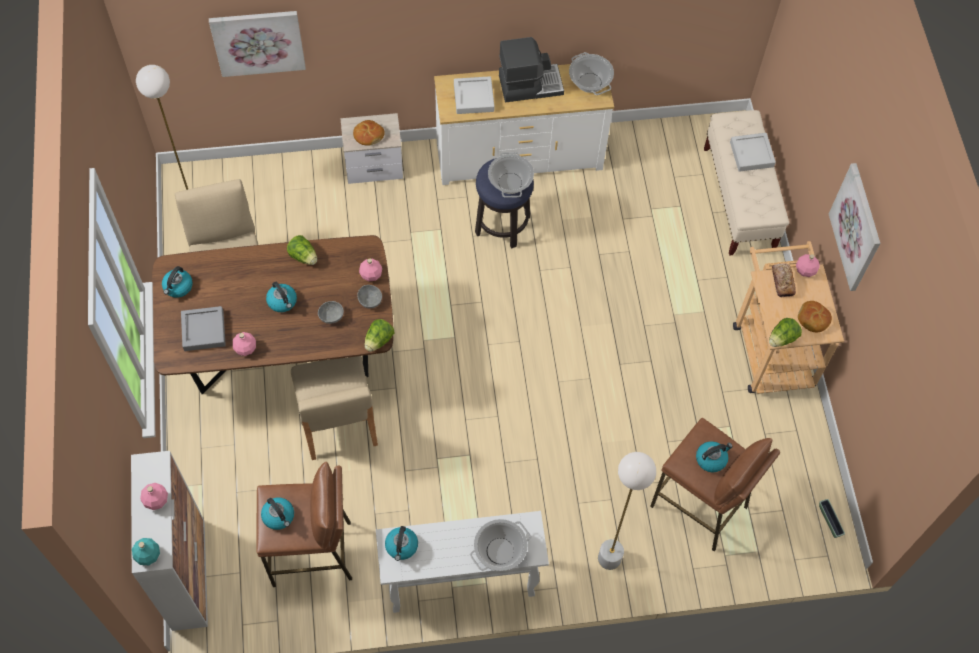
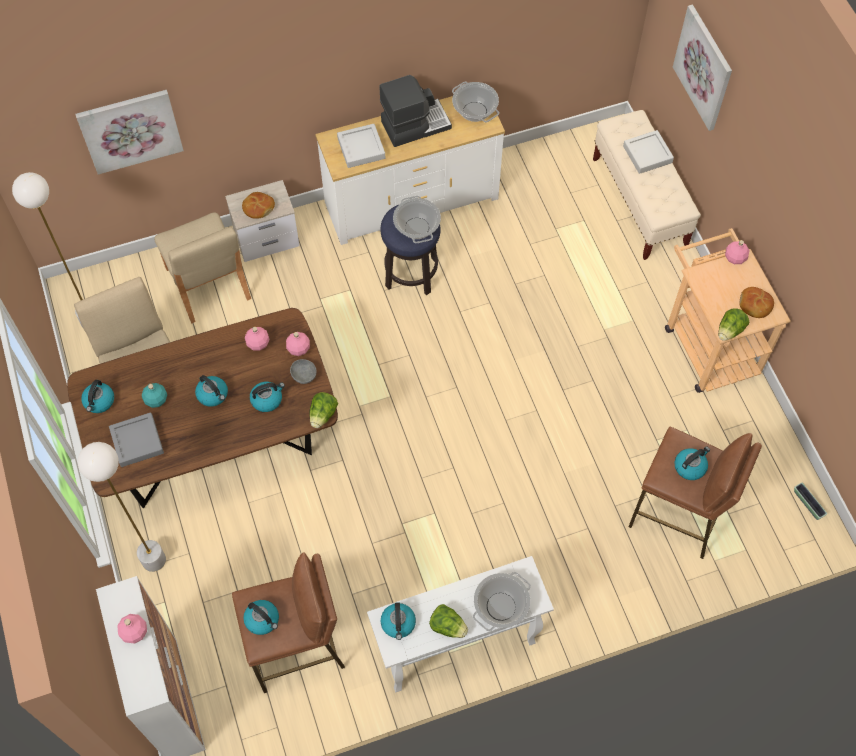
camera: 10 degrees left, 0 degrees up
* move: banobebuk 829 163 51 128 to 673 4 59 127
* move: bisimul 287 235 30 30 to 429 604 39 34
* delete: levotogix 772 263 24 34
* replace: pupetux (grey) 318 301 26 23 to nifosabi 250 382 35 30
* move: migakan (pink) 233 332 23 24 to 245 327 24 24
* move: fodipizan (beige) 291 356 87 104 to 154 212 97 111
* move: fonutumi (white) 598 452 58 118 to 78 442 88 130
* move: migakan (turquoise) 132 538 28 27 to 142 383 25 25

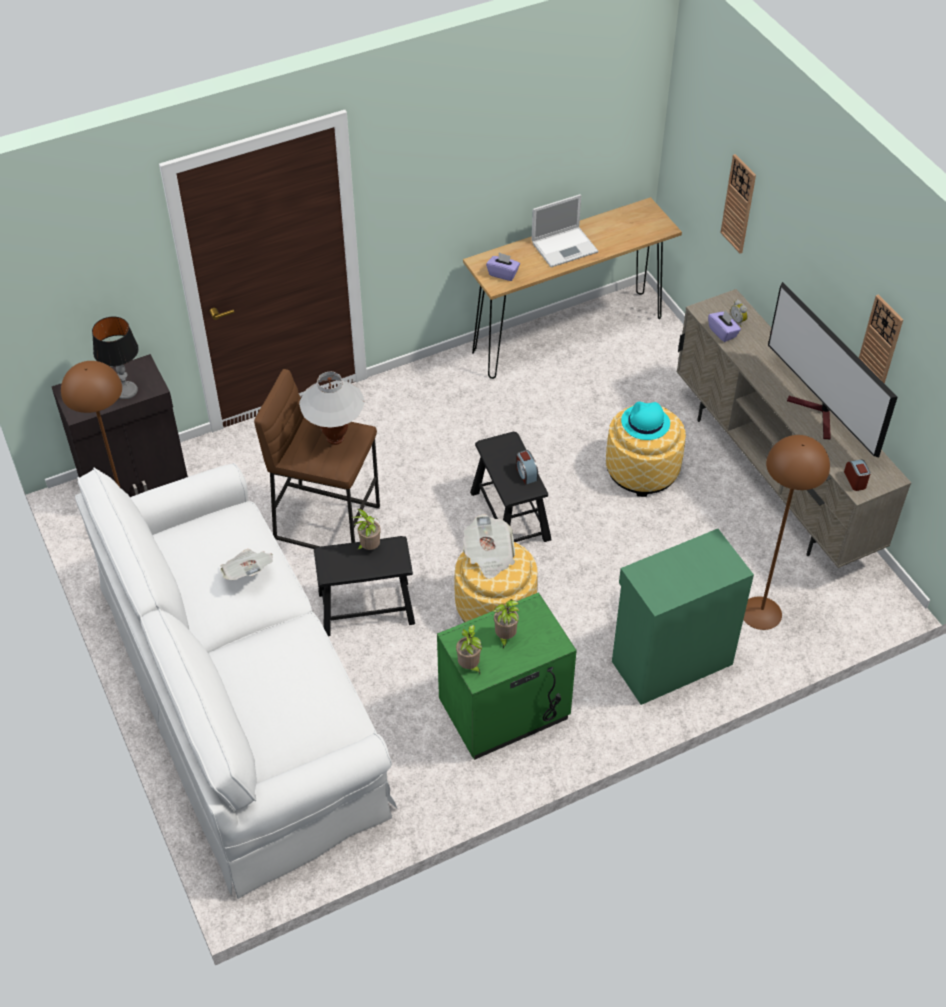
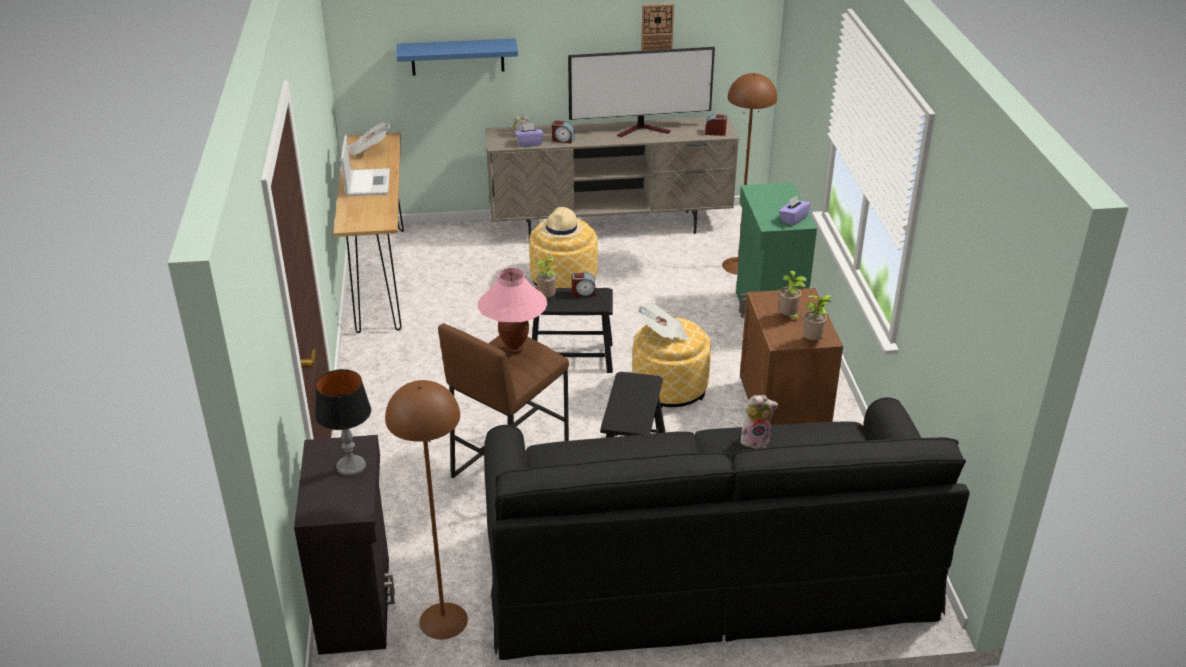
camera: 70 degrees left, 15 degrees down
* replace: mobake 720 154 36 99 to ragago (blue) 396 39 122 37
* move: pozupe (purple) 486 253 34 28 to 779 196 32 29
* recolor: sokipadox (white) 299 372 66 73 to sokipadox (pink) 478 268 69 86
* recolor: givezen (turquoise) 621 402 49 38 to givezen (beige) 540 207 43 31
* recolor: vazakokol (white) 75 463 322 436 to vazakokol (black) 484 397 486 263
* move: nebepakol 351 509 30 41 to 534 257 23 43
* move: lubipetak 220 549 53 31 to 348 122 42 34
* recolor: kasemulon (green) 437 592 140 168 to kasemulon (brown) 740 288 103 137
* insert: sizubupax 552 120 22 24
* insert: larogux 740 395 38 53

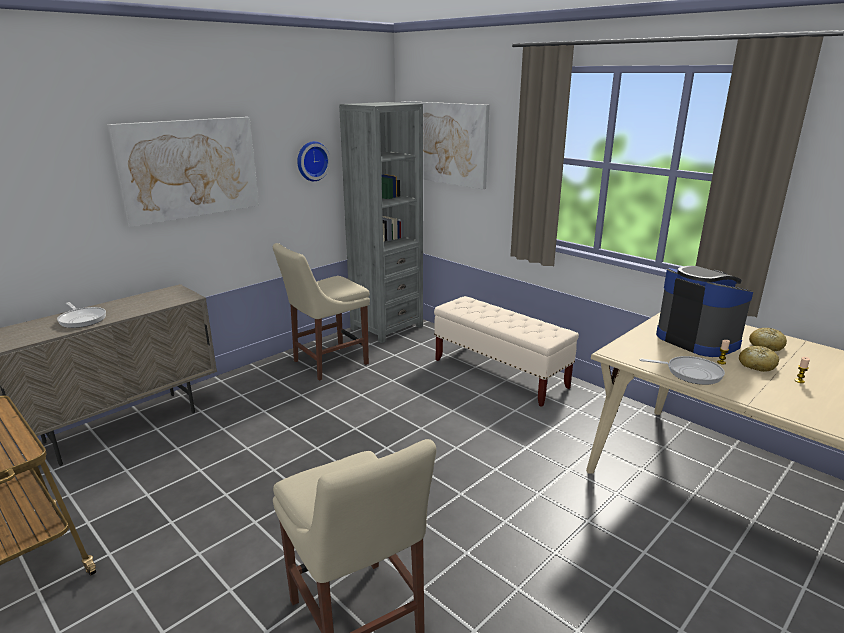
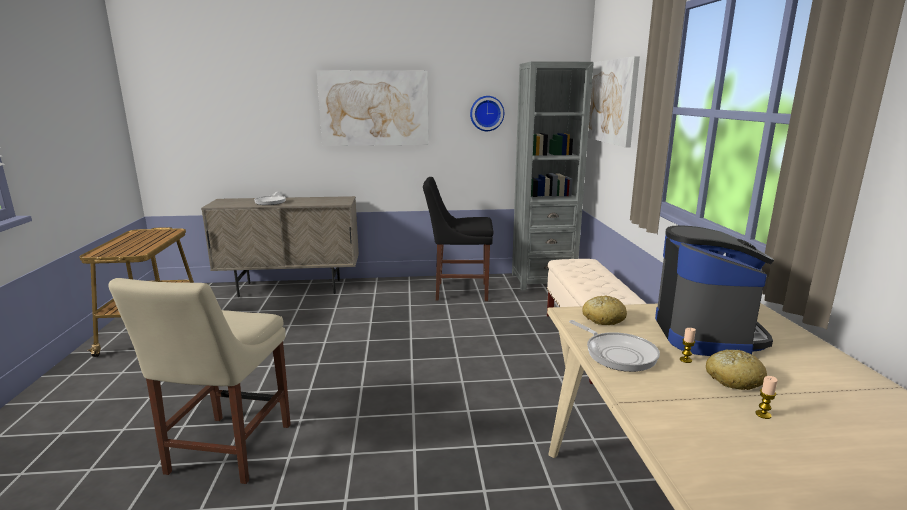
camera: 40 degrees right, 5 degrees down
* recolor: fodipizan (beige) 273 243 97 138 to fodipizan (black) 423 177 70 124
* move: levotogix 749 328 38 23 to 582 295 45 30

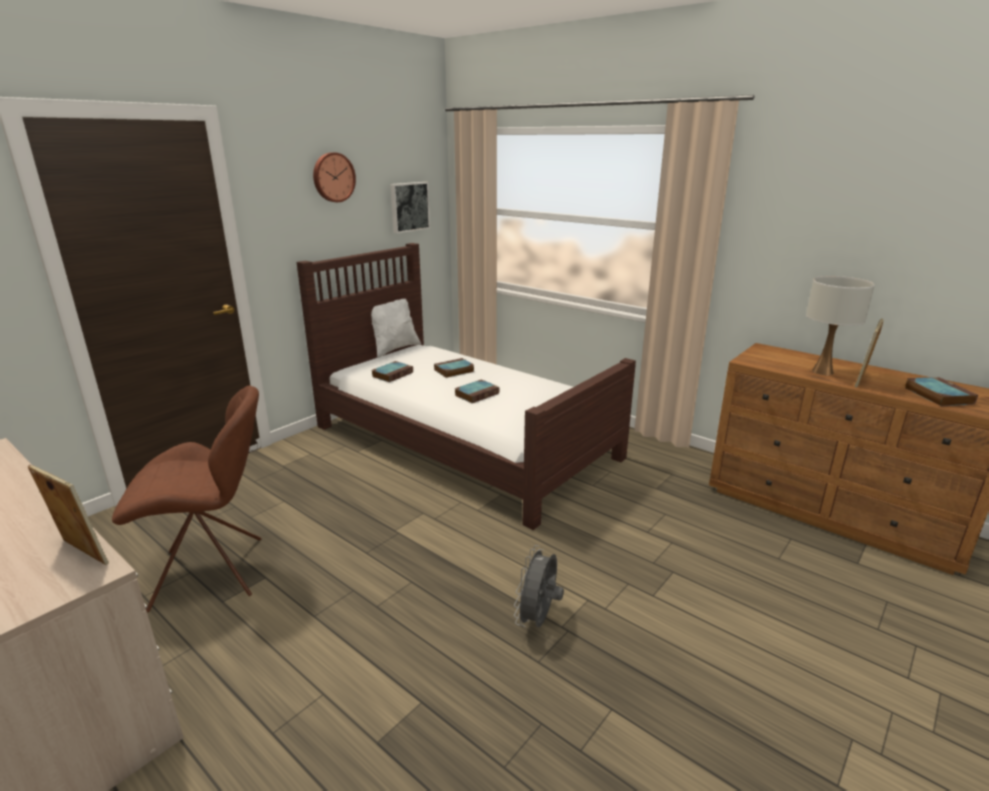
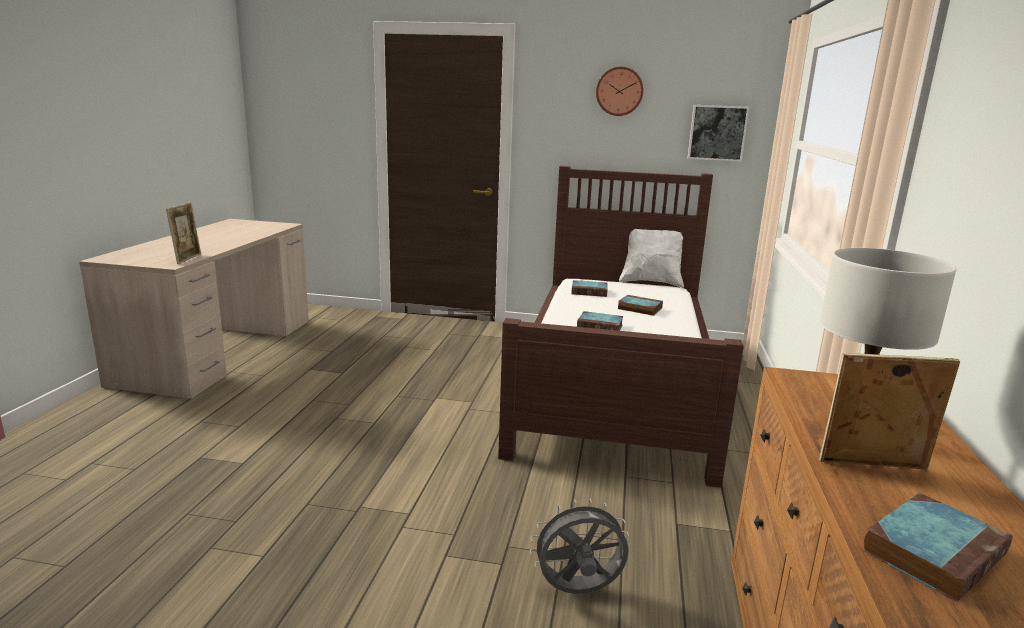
camera: 60 degrees right, 5 degrees down
* delete: fodipizan (brown) 112 386 149 226
* move: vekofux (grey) 514 545 50 82 to 530 499 99 95

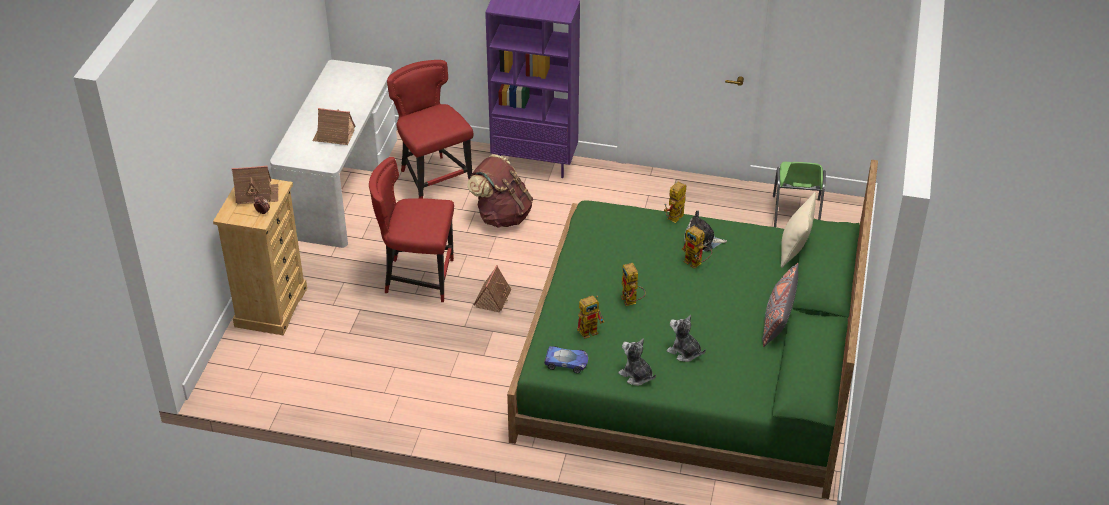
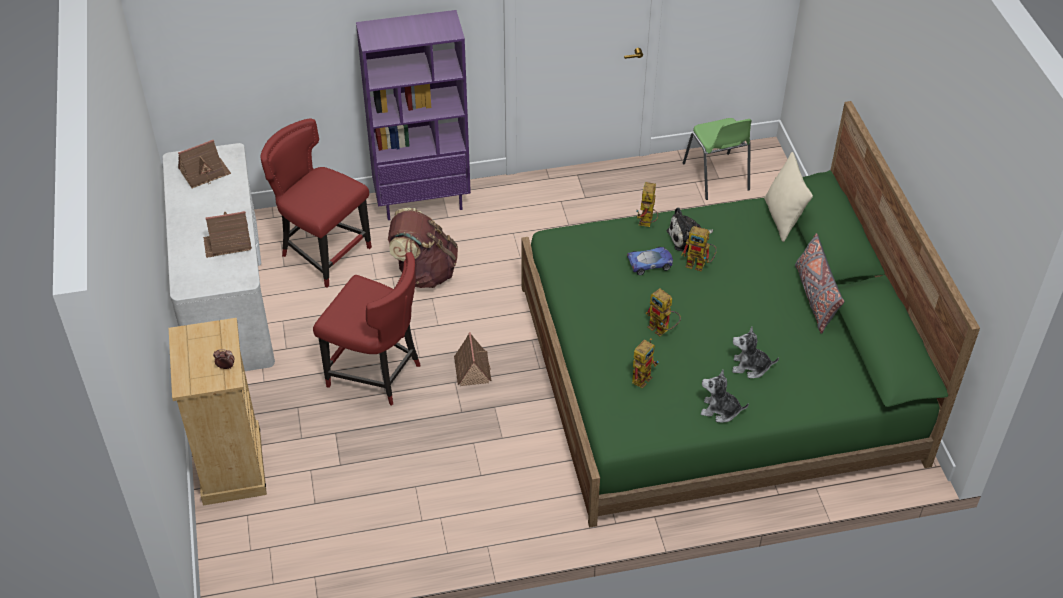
camera: 25 degrees left, 5 degrees up
* rotate: fodipizan (red) 369 157 85 145 = 313 252 107 154 135 degrees counterclockwise
* move: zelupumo 232 165 46 39 to 178 140 53 49
* move: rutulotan 544 346 44 27 to 627 247 46 28

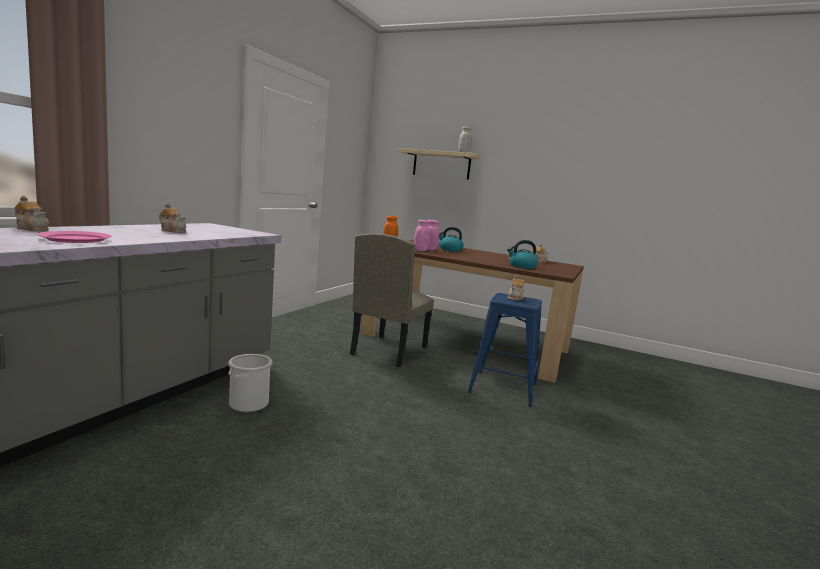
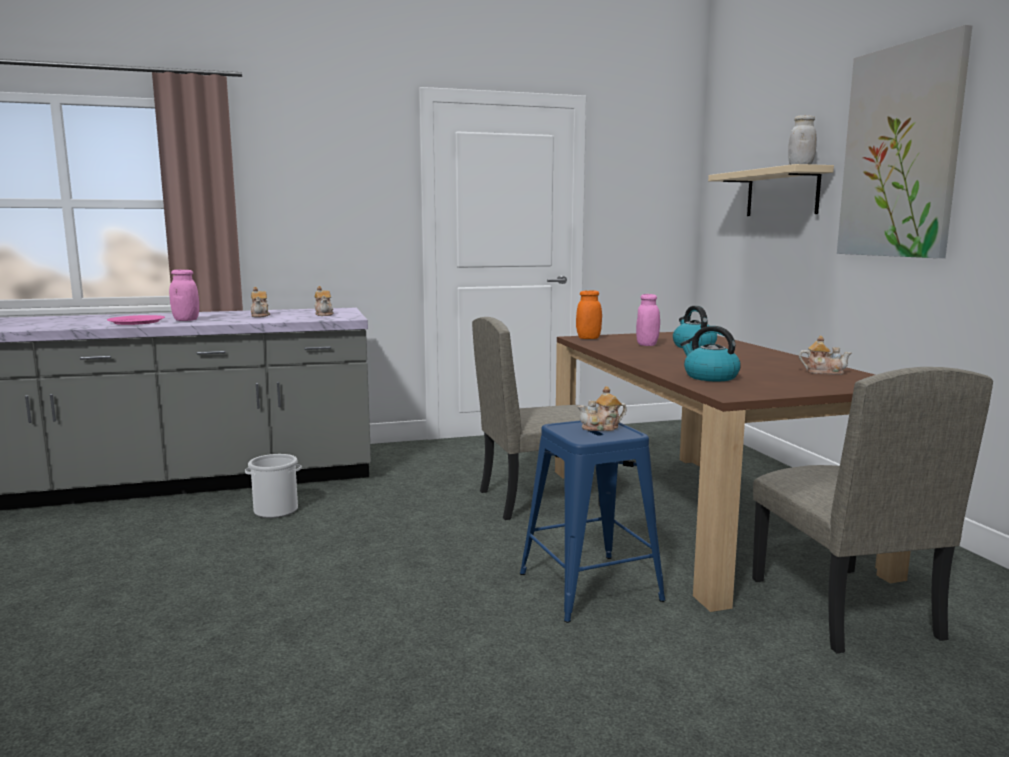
camera: 50 degrees right, 0 degrees up
* move: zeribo 14 196 35 35 to 315 286 19 30
* move: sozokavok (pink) 414 220 16 31 to 169 269 30 52
* insert: banobebuk 837 25 135 233
* insert: fodipizan (beige) 752 367 241 286

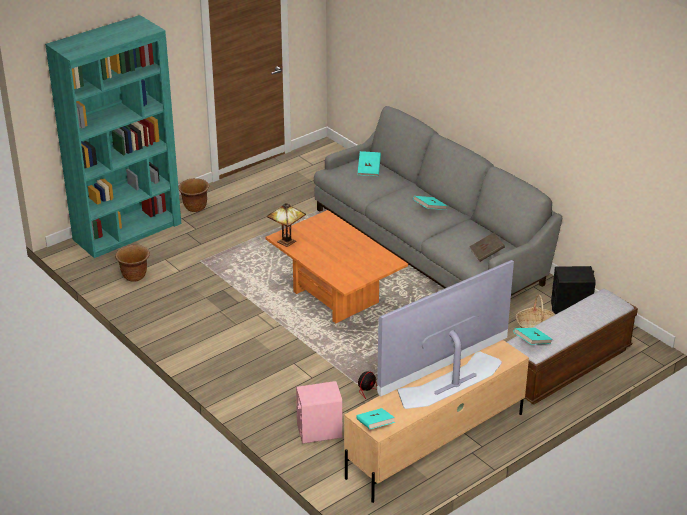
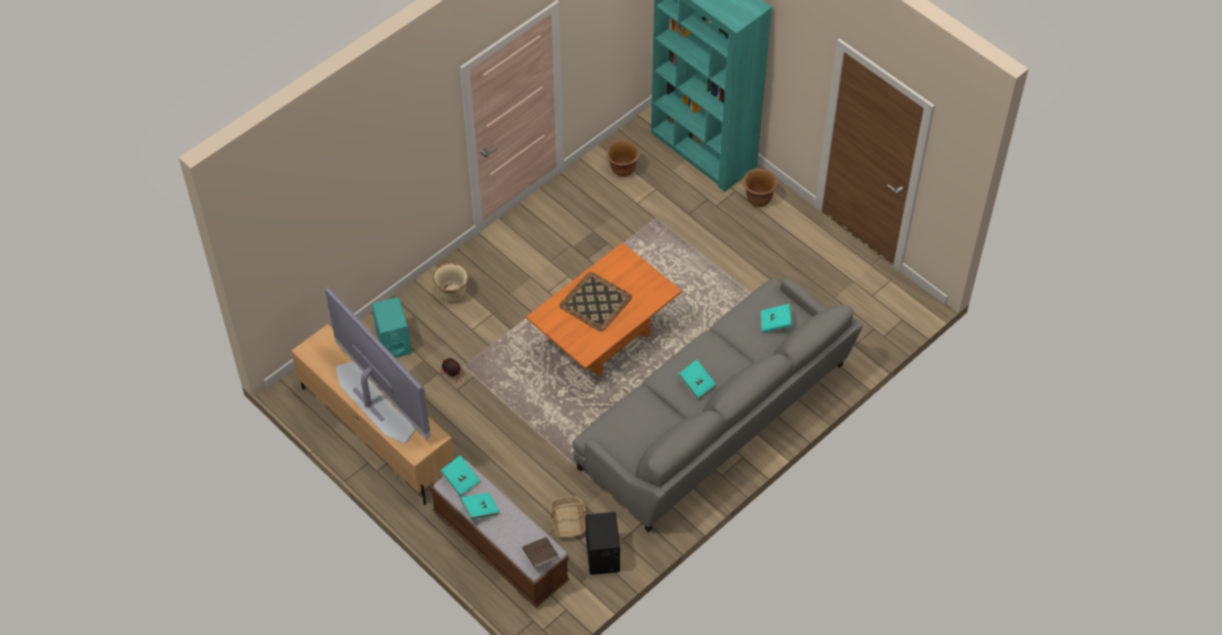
camera: 85 degrees right, 20 degrees up
* delete: sokipadox 267 203 39 44
* move: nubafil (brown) 469 232 36 30 to 522 537 37 31
* recolor: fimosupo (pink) 296 381 46 63 to fimosupo (turquoise) 372 297 40 61
* move: nubafil (turquoise) 356 408 39 21 to 460 493 40 27
* insert: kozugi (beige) 433 263 36 39
* insert: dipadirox 559 272 73 59

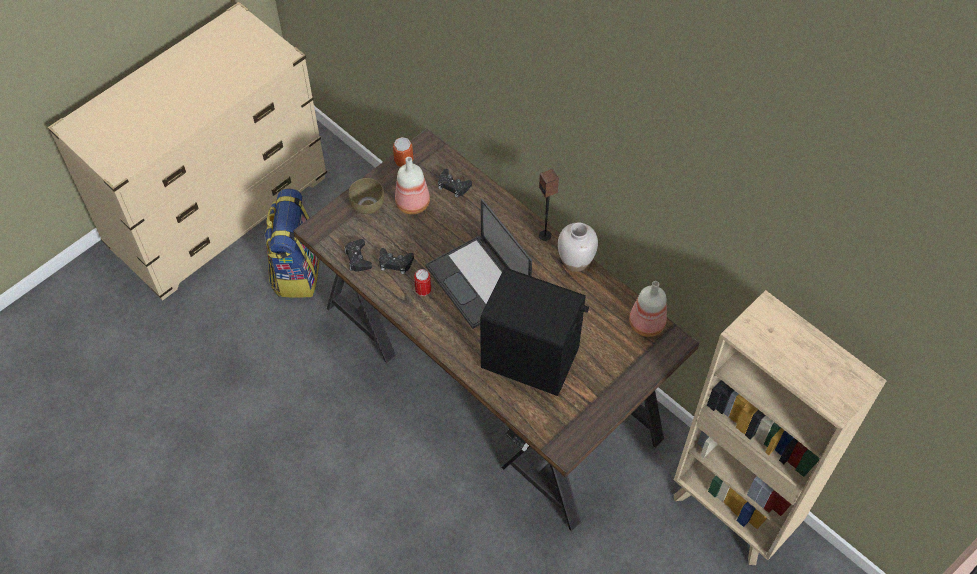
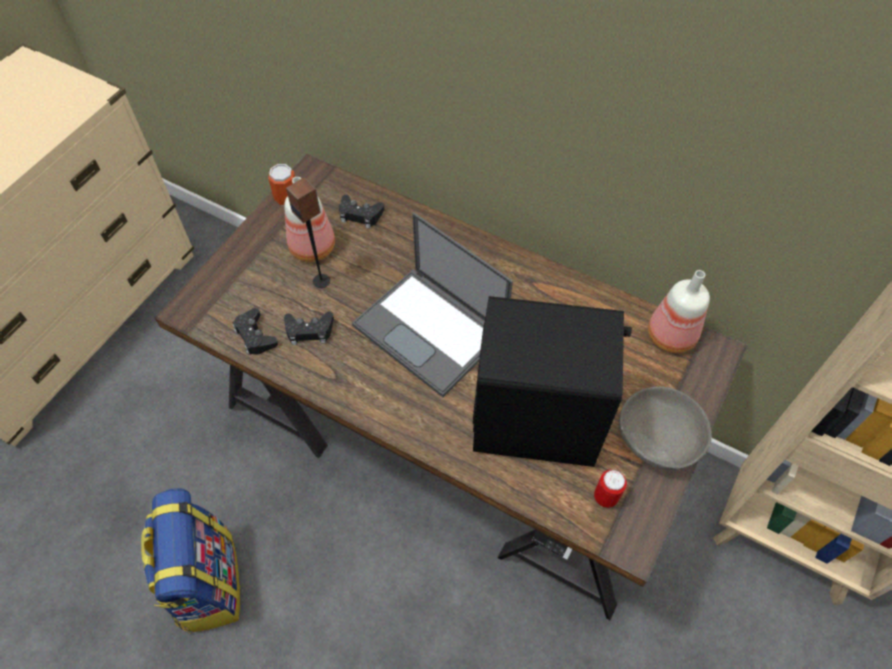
camera: 15 degrees left, 0 degrees up
* move: fimosupo 539 169 20 72 to 286 178 44 110
* delete: pupetux (brown) 349 178 35 36
* move: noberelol 264 189 56 109 to 141 488 99 146
* delete: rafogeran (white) 558 222 40 50
* move: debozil 414 269 17 27 to 594 470 33 38
* insert: pupetux (grey) 619 387 93 83

